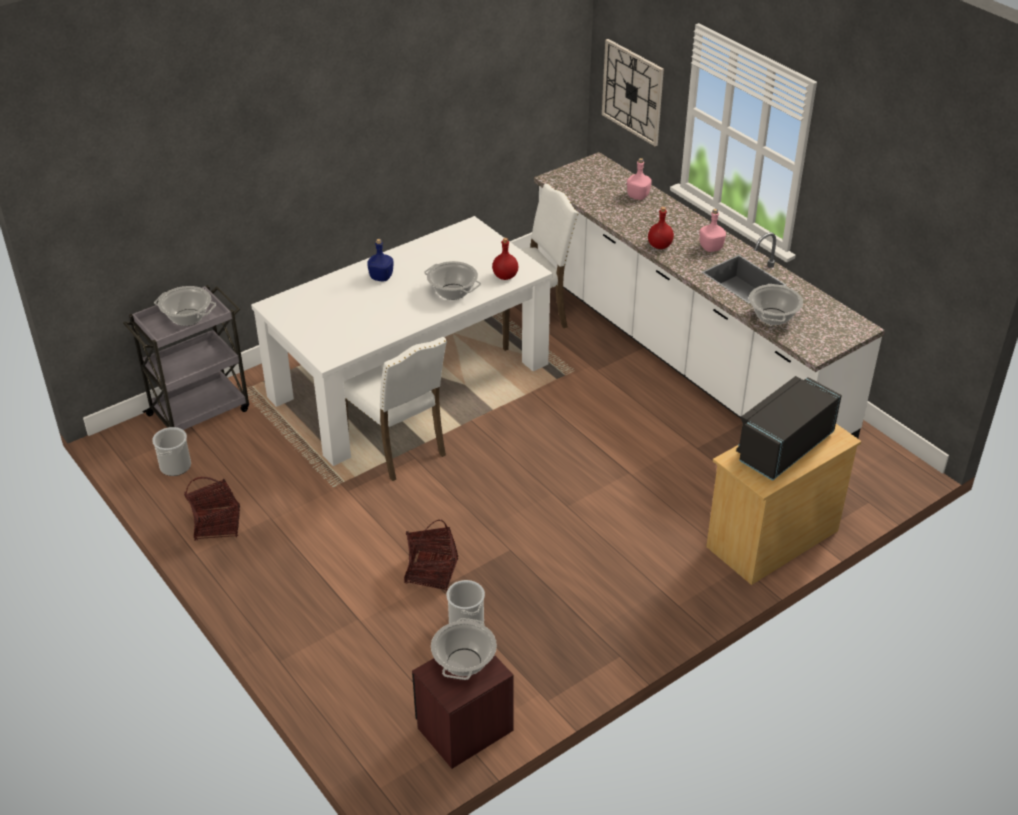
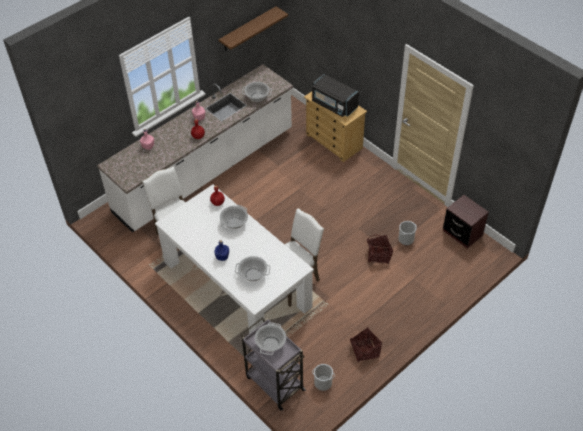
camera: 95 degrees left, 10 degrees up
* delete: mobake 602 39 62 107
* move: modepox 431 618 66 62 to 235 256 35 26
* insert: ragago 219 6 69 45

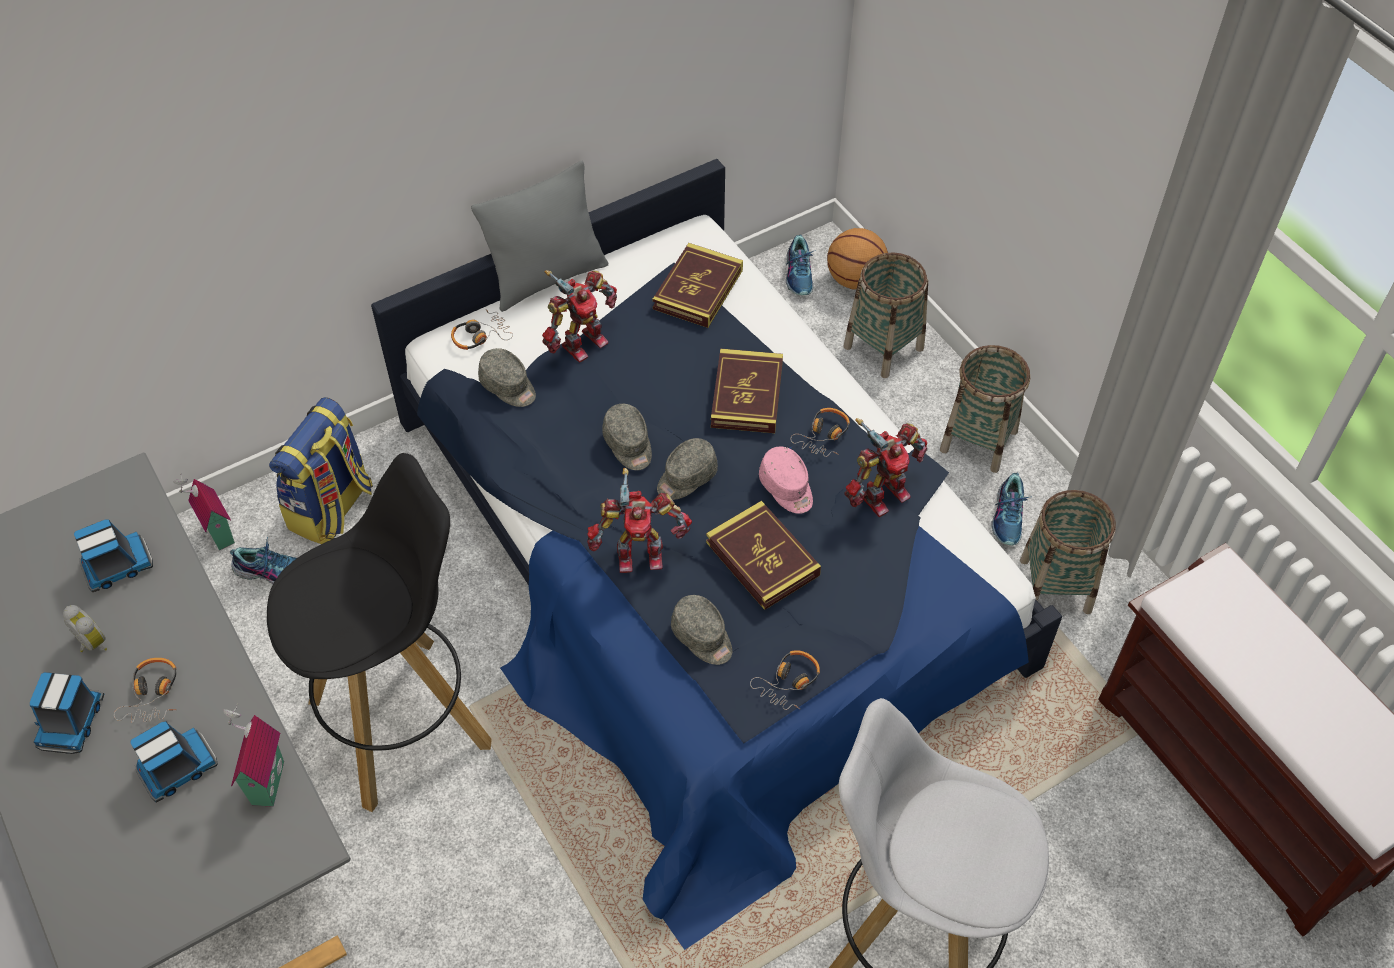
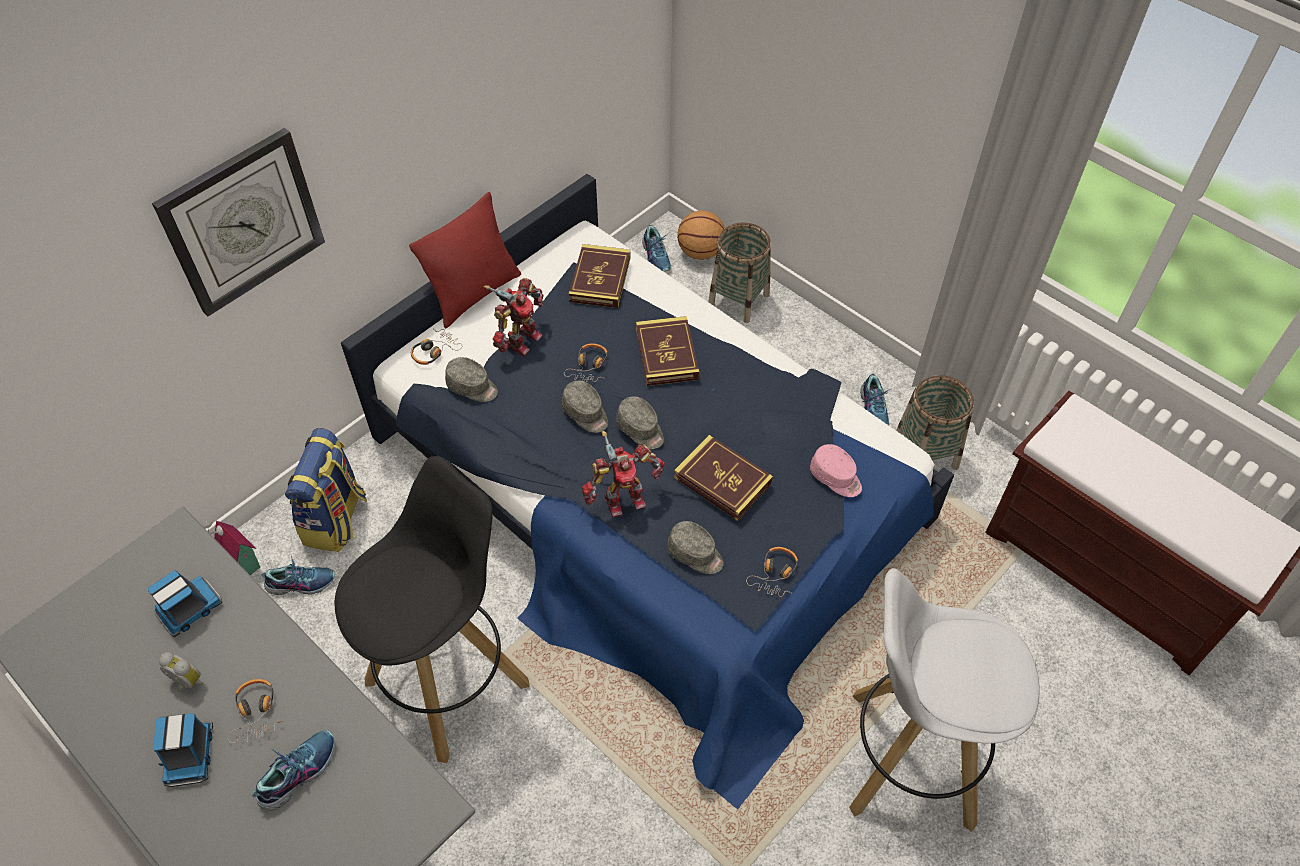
camera: 15 degrees left, 0 degrees up
* recolor: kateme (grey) 471 161 137 151 to kateme (red) 409 192 112 136
* delete: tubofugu 940 345 90 128
* move: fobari 790 408 60 49 to 564 344 44 38
* delete: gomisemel 844 418 84 99
* rotate: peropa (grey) 657 438 61 62 = 616 396 48 53 75 degrees counterclockwise
* move: peropa (pink) 759 447 54 67 to 810 444 52 53
* delete: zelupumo 223 703 61 104
* replace: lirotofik 131 721 87 81 to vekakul 252 730 83 81
* insert: mobake 152 128 173 188

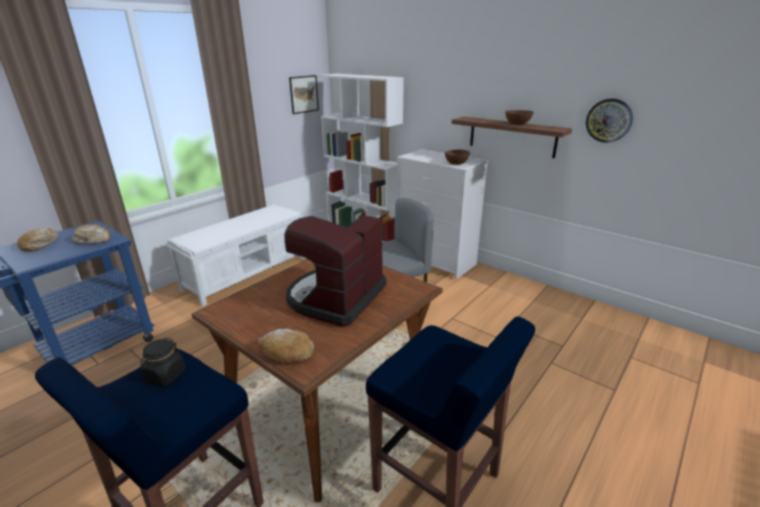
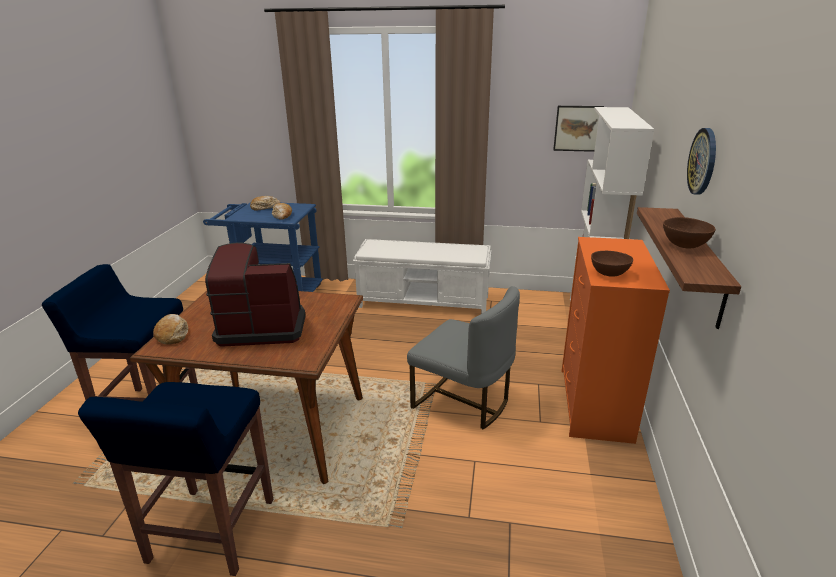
camera: 60 degrees right, 0 degrees up
* move: mobake 586 98 47 45 to 687 128 29 67
* recolor: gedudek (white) 397 149 91 131 to gedudek (orange) 562 237 108 207
* delete: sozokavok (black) 140 337 45 49

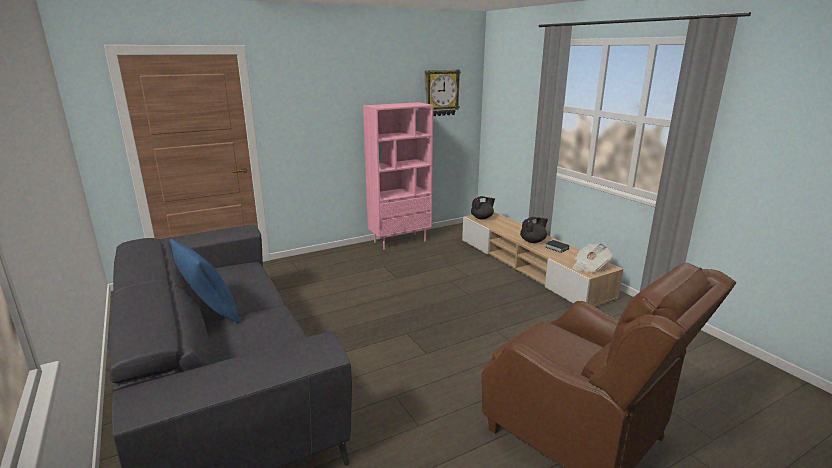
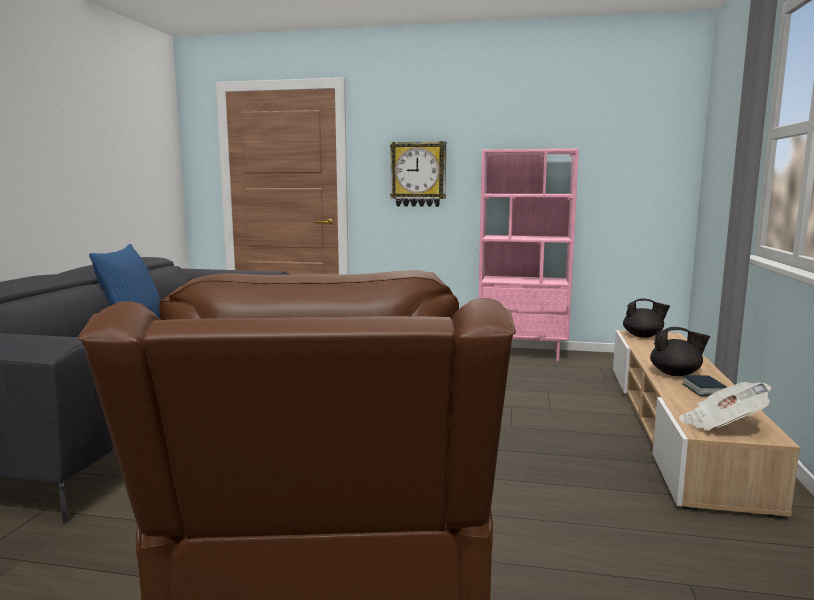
camera: 40 degrees right, 10 degrees down
* move: mobake 425 70 36 46 to 390 141 56 66

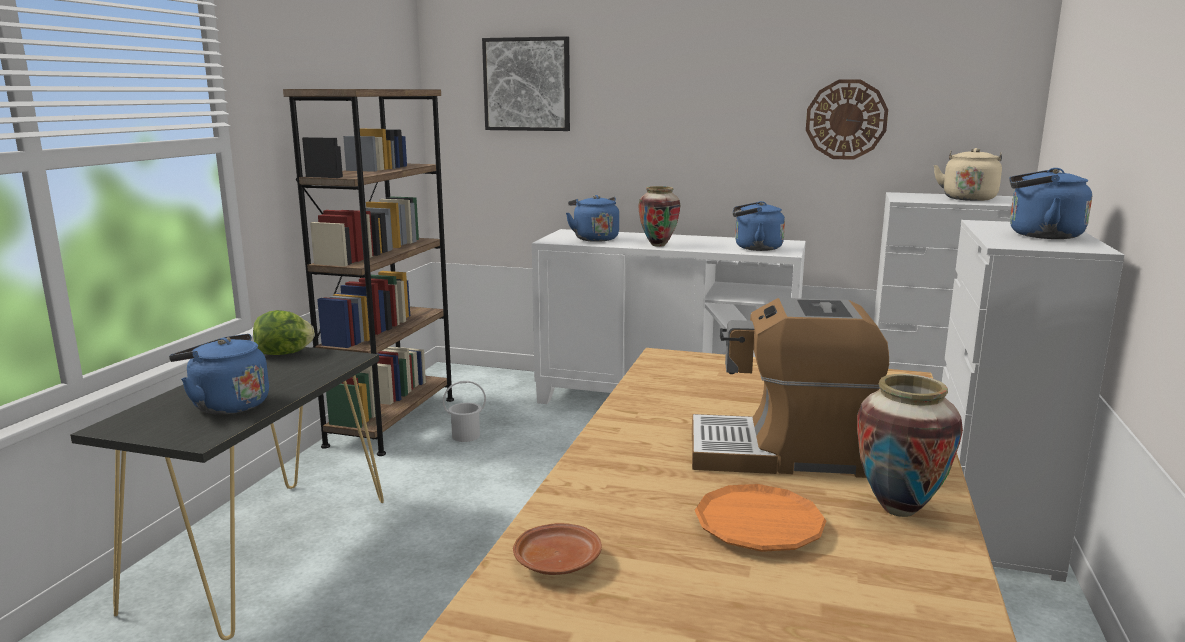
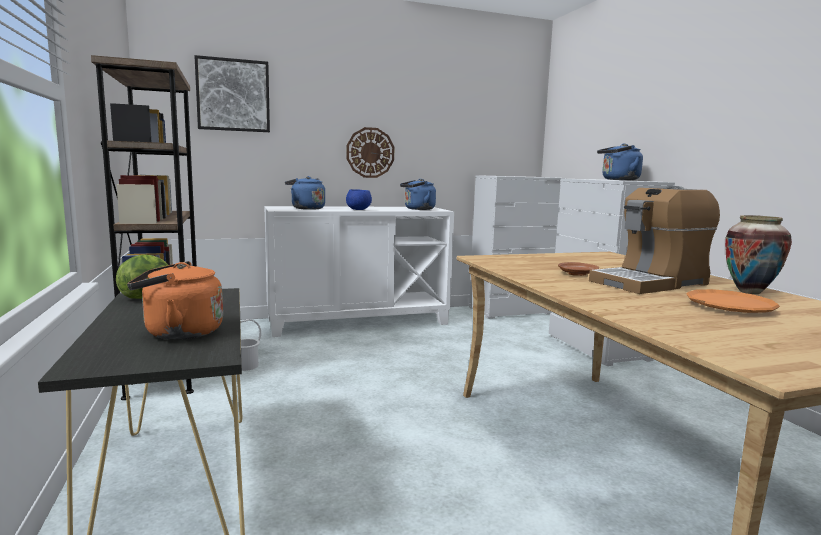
camera: 35 degrees left, 5 degrees down
* move: mobake 806 79 82 81 to 346 127 48 51
* delete: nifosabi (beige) 934 148 68 53
* replace: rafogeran 638 186 42 61 to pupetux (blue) 346 189 26 21
* recolor: nifosabi (blue) 169 334 100 80 to nifosabi (orange) 127 261 96 79
* move: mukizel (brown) 513 523 89 52 to 558 262 41 14

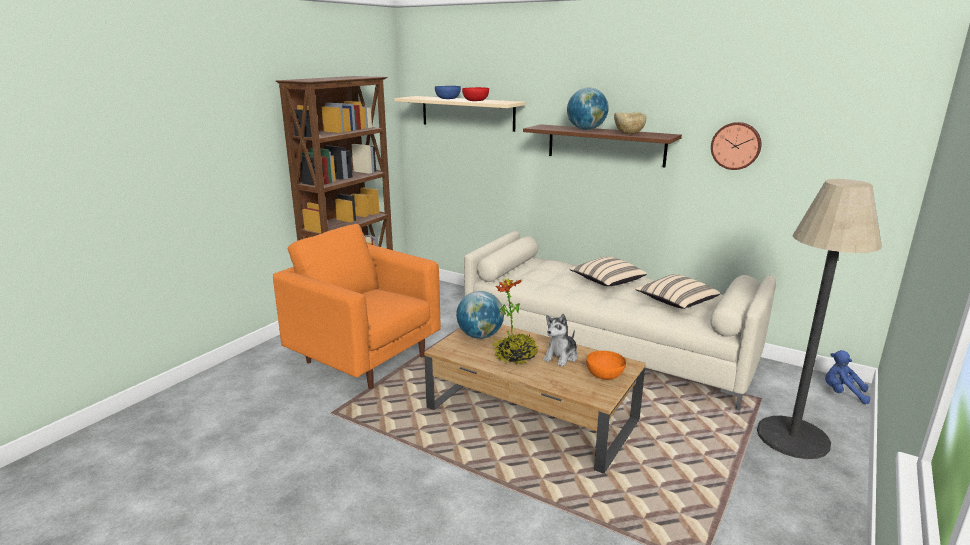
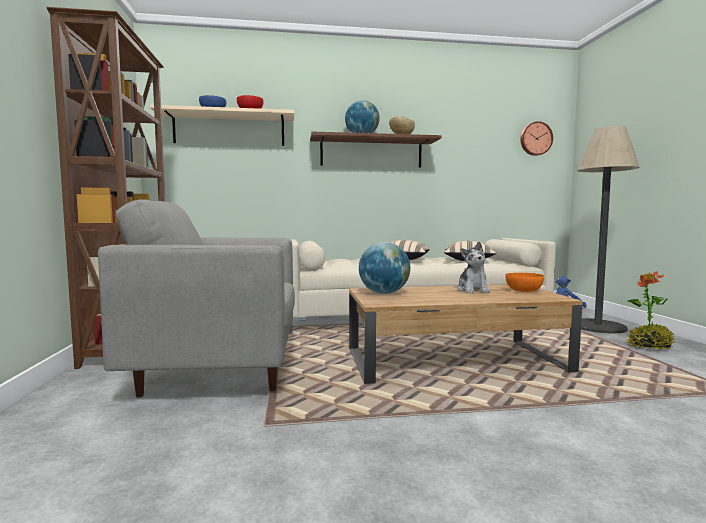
camera: 40 degrees left, 15 degrees down
* move: mobake 711 122 50 48 to 520 121 33 35
* recolor: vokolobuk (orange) 273 224 168 165 to vokolobuk (grey) 98 200 197 197
* move: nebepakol 493 278 45 87 to 626 271 49 79

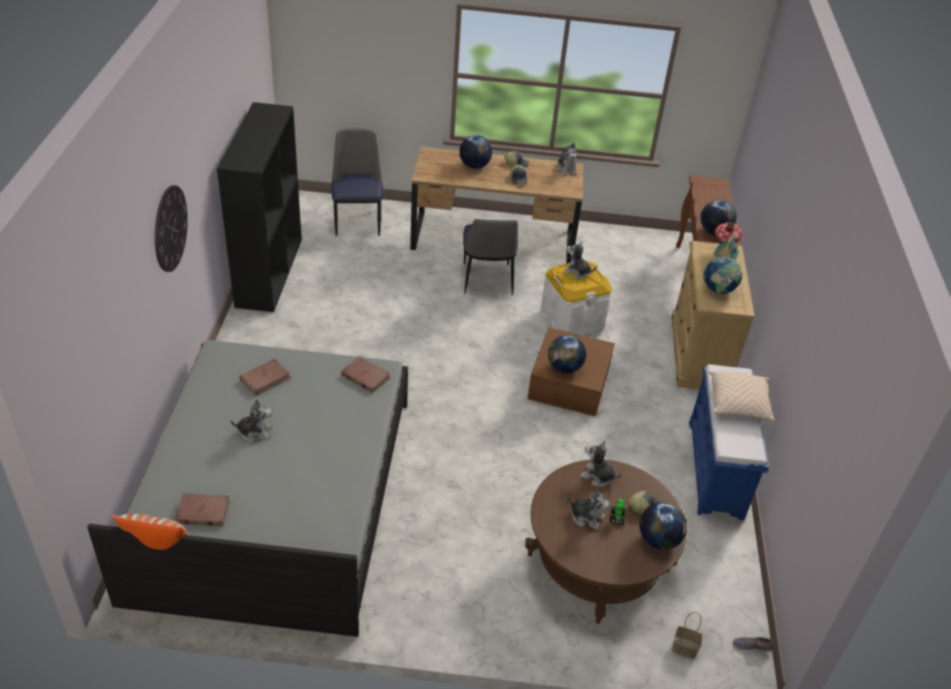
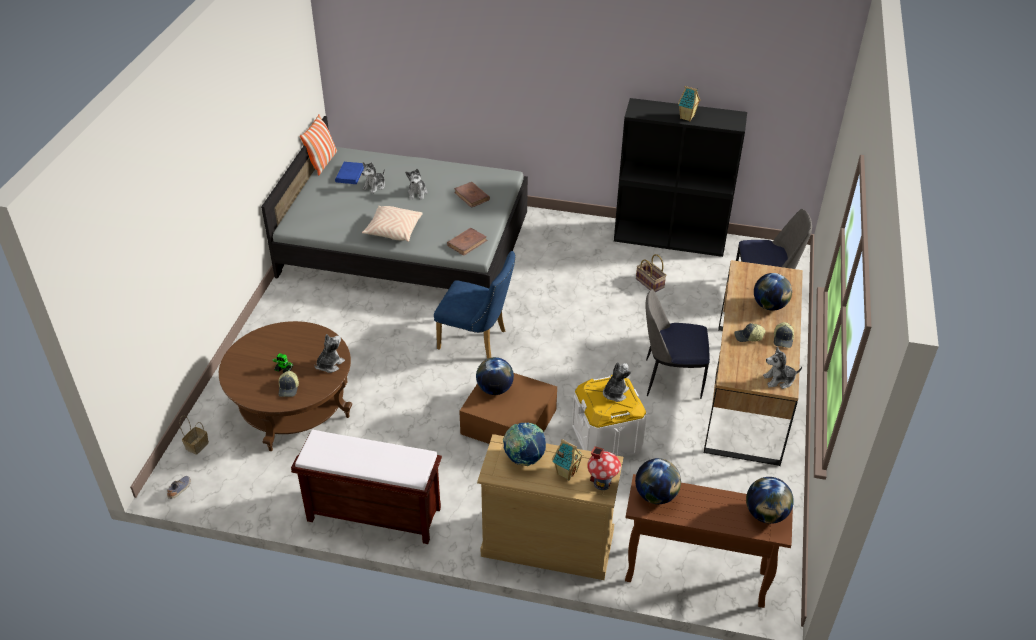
camera: 100 degrees right, 0 degrees up
* delete: mobake 155 185 33 87
* recolor: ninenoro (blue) 689 364 80 156 to ninenoro (brown) 291 430 151 114
* move: kateme (beige) 709 371 66 50 to 362 206 61 36
* move: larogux 567 487 43 43 to 362 162 23 32
* recolor: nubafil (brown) 175 493 55 33 to nubafil (blue) 335 162 29 22
* move: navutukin 640 502 47 48 to 746 477 48 47
* insert: zelupumo 678 86 23 35
* insert: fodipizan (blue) 434 251 81 107
* insert: tubofugu 636 254 31 38

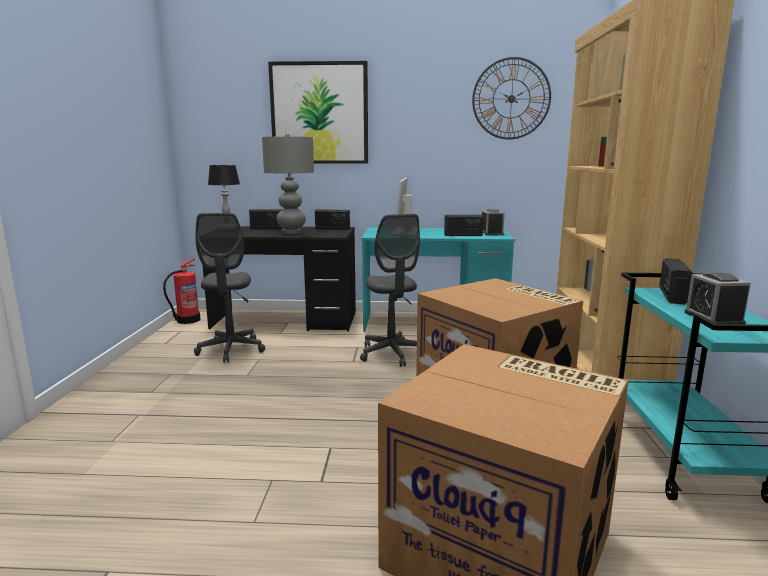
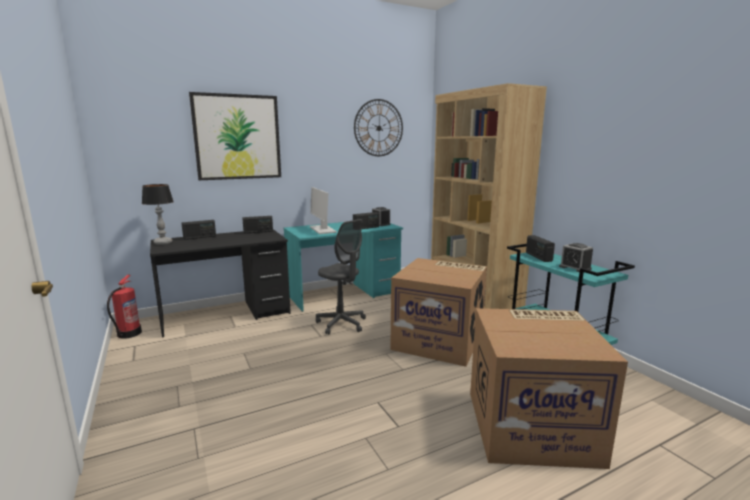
camera: 30 degrees left, 0 degrees up
* delete: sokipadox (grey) 262 133 52 101
* delete: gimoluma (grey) 194 213 71 150

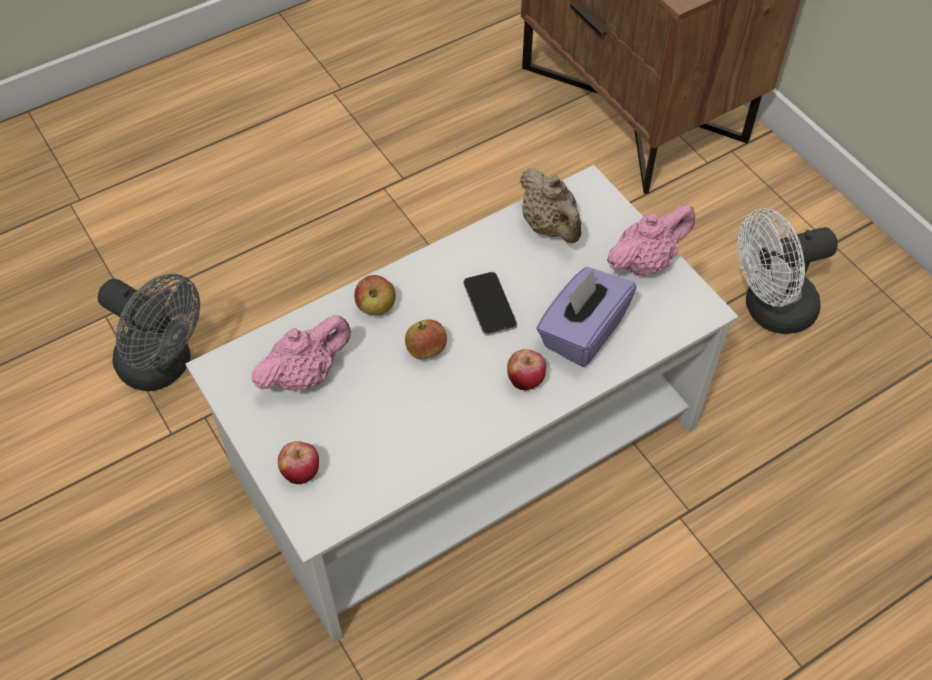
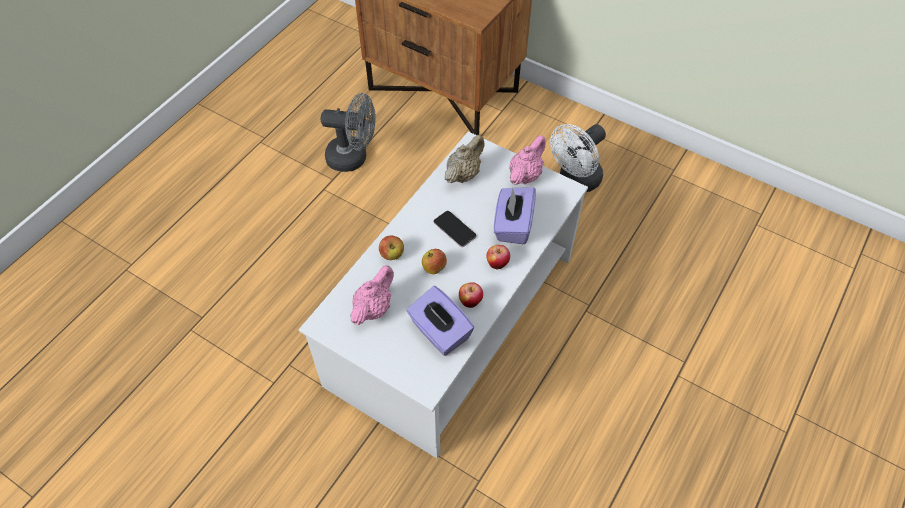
camera: 25 degrees left, 0 degrees up
* rotate: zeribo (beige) 520 168 62 75 = 445 135 39 48 90 degrees counterclockwise
* move: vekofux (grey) 98 273 102 118 to 321 93 55 79
* move: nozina 278 441 41 43 to 459 282 24 26
* insert: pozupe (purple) 406 286 68 70

